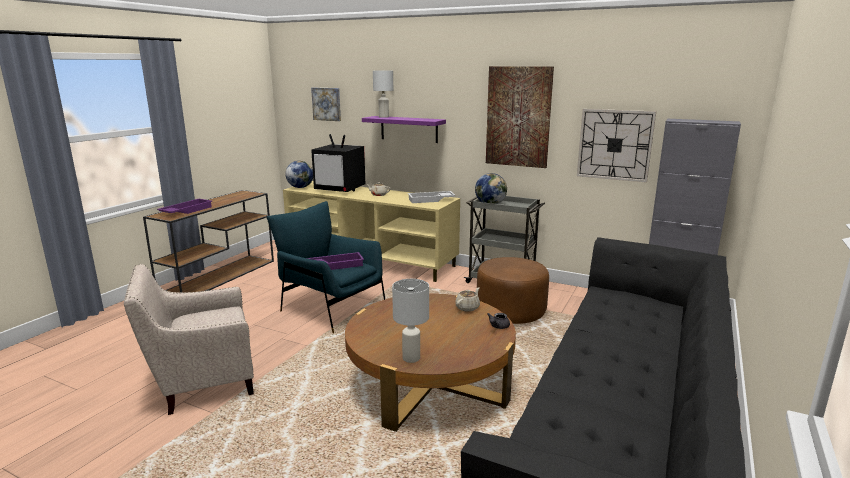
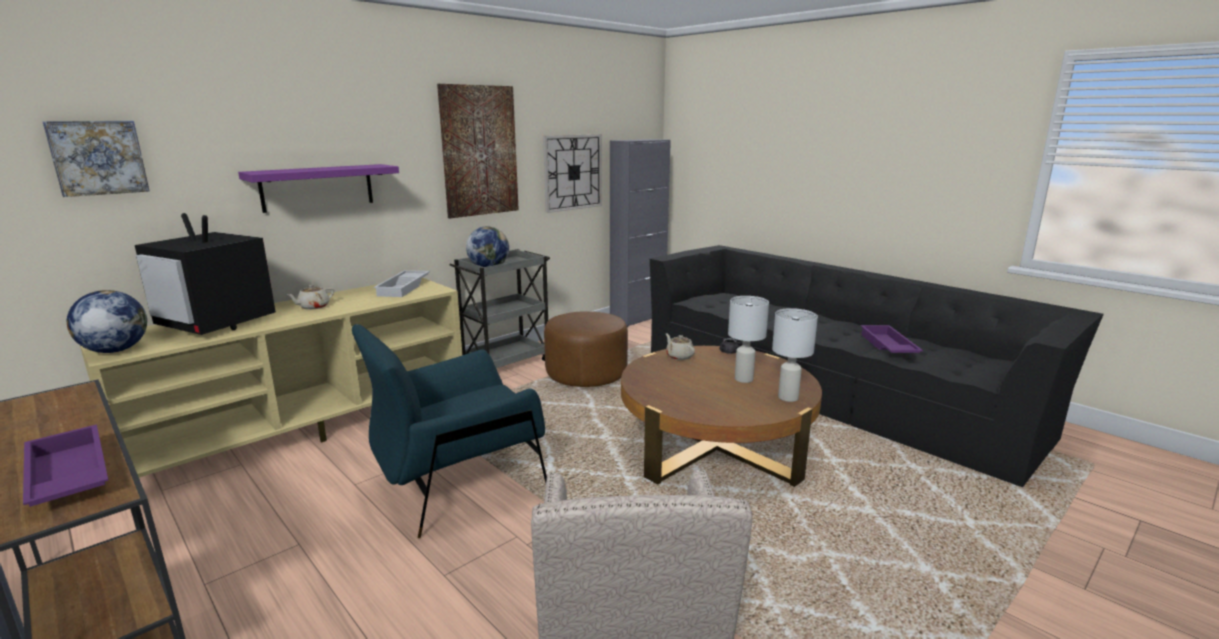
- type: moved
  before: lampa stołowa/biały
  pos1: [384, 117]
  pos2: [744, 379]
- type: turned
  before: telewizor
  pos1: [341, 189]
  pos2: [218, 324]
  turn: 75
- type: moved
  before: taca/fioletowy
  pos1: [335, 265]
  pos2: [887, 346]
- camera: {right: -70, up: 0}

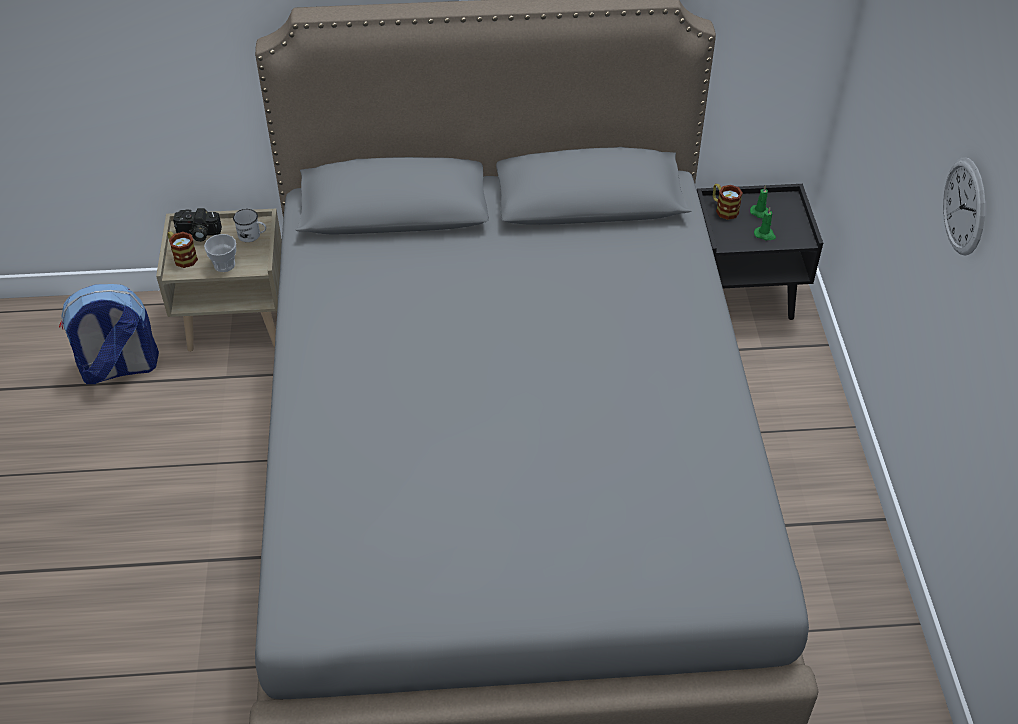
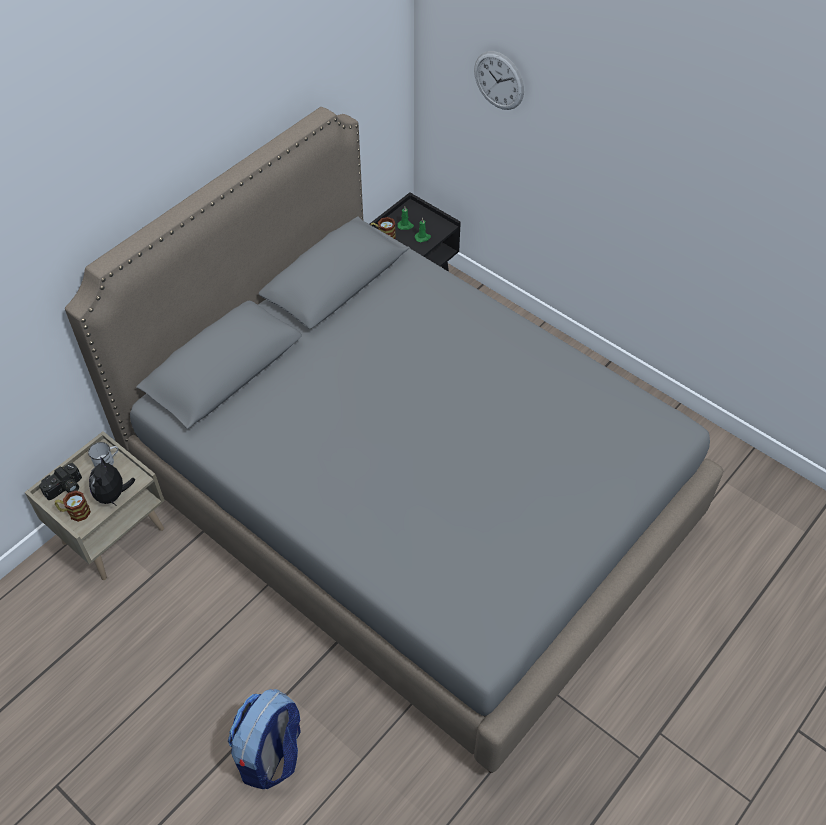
- type: moved
  before: zegar ścienny
  pos1: [964, 206]
  pos2: [499, 80]
- type: replaced
  before: filiżanka
  after: pluszak
  pos1: [224, 265]
  pos2: [113, 495]
- type: moved
  before: plecak
  pos1: [119, 368]
  pos2: [271, 755]
- camera: {right: -45, up: 5}

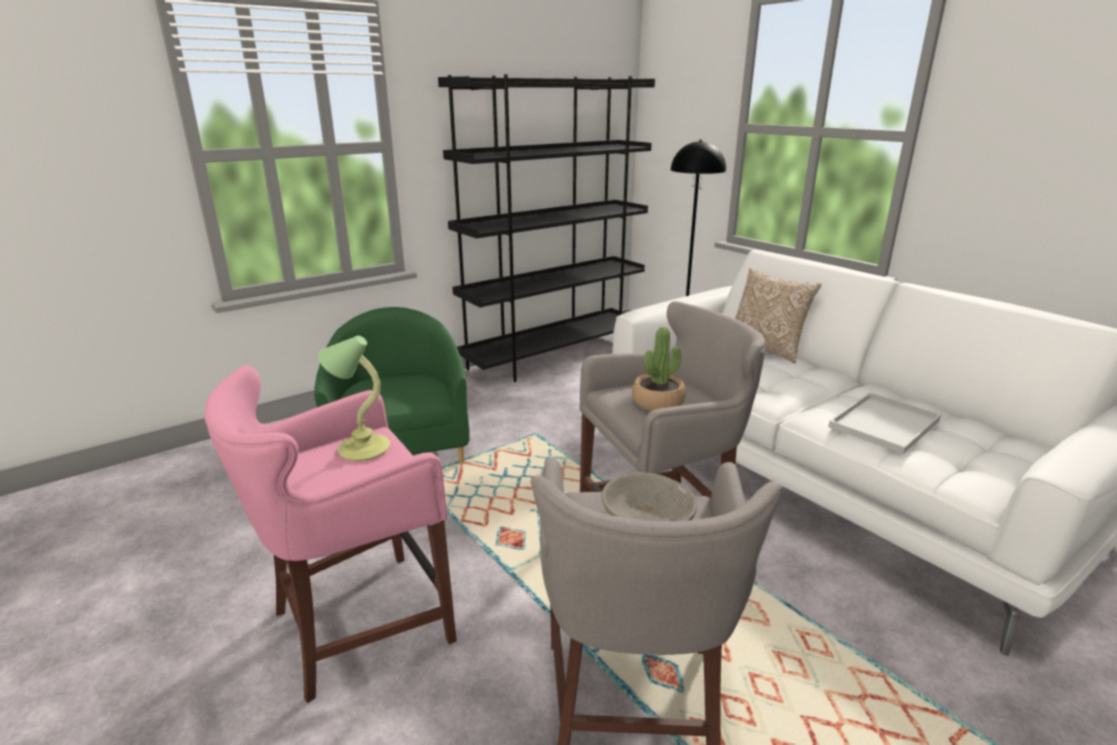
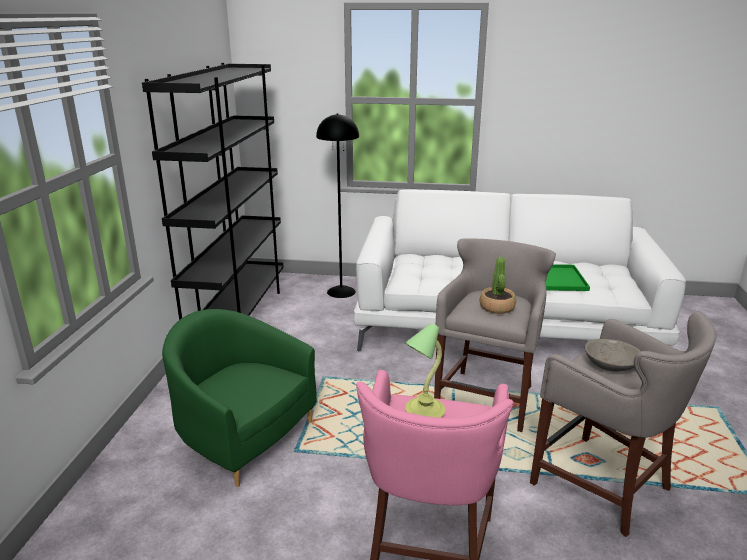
- type: removed
  before: poduszka
  pos1: [766, 348]
- type: recoloured
  before: taca/biały
  after: taca/zielony
  pos1: [884, 423]
  pos2: [558, 278]
- camera: {right: -45, up: 0}

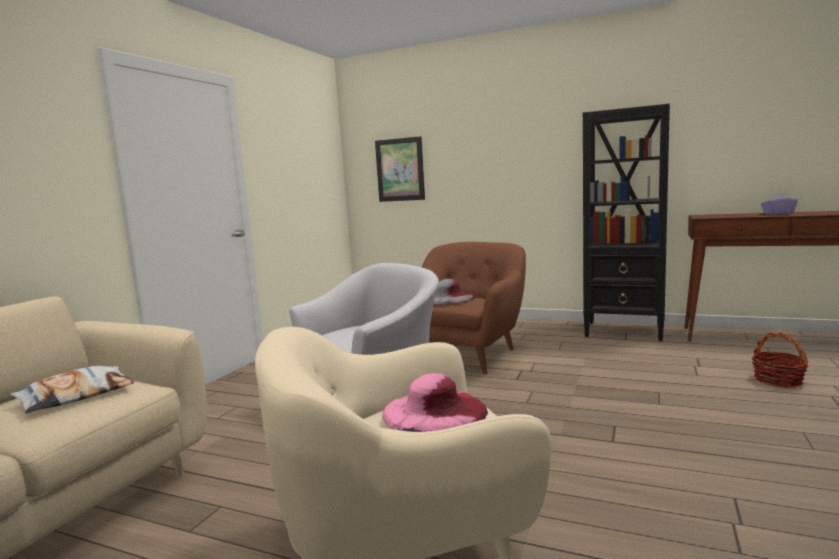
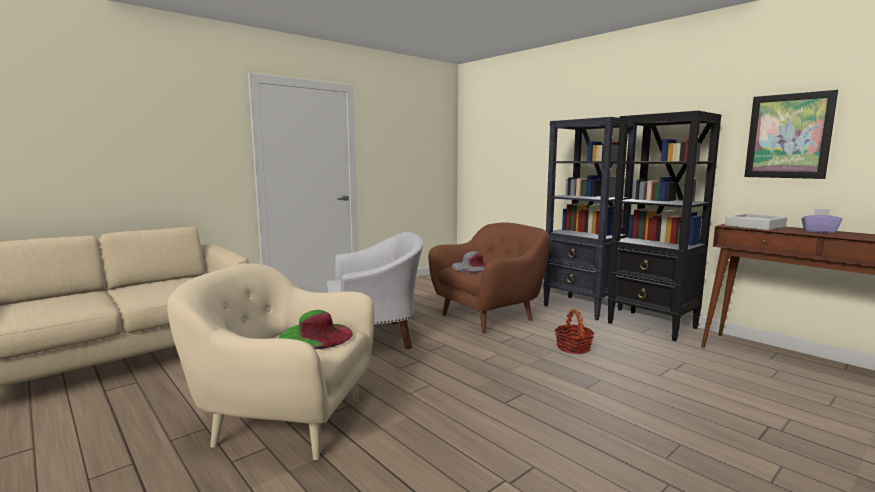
- type: moved
  before: obraz
  pos1: [400, 169]
  pos2: [788, 136]
- type: moved
  before: koszyk
  pos1: [778, 380]
  pos2: [573, 348]
- type: removed
  before: poduszka
  pos1: [76, 396]
- type: recoloured
  before: kapelusz/różowy
  after: kapelusz/zielony
  pos1: [434, 411]
  pos2: [316, 335]
- type: added
  after: regał/czarny
  pos2: [583, 308]
- type: added
  after: taca/szary
  pos2: [755, 226]
- camera: {right: 25, up: 0}

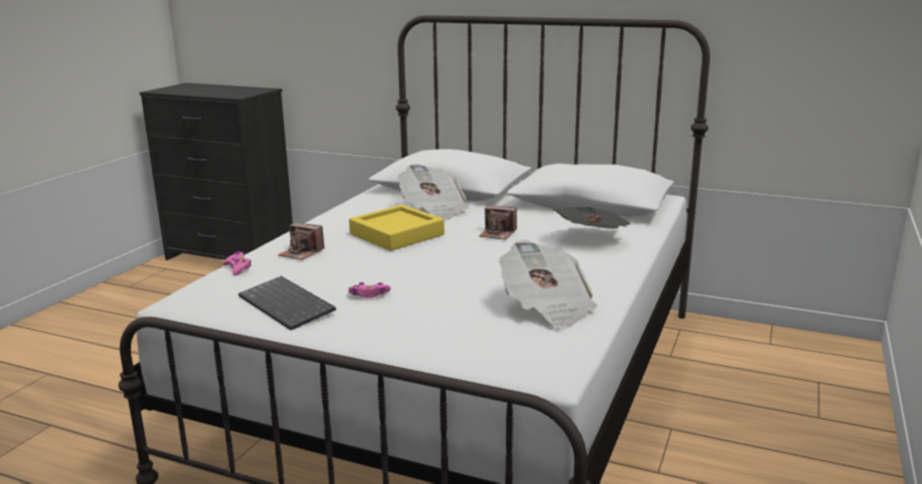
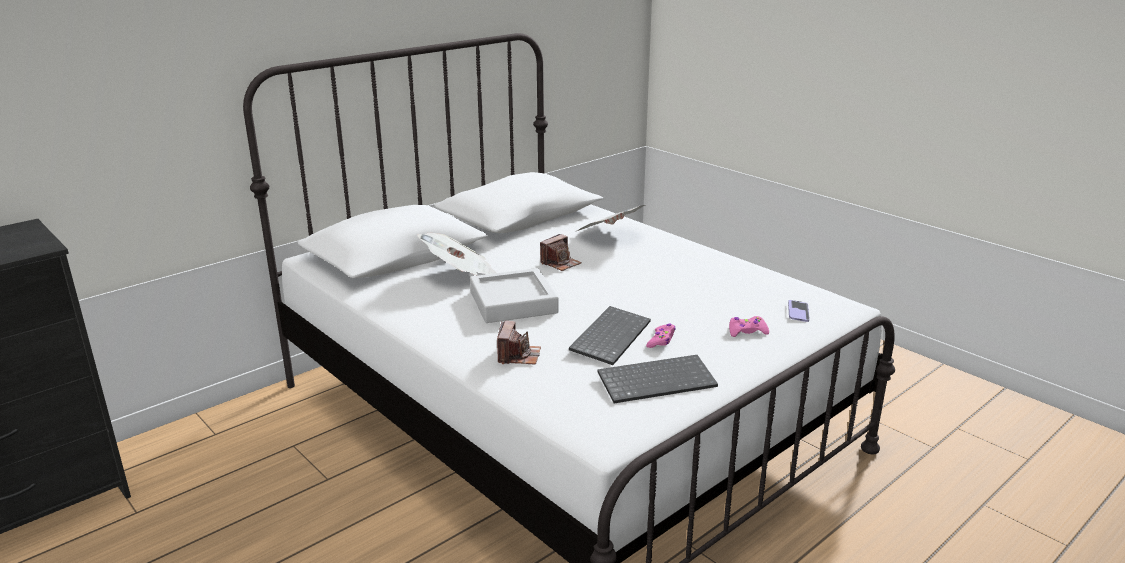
- type: recoloured
  before: taca/żółty
  after: taca/szary
  pos1: [397, 234]
  pos2: [513, 302]
- type: turned
  before: aparat fotograficzny
  pos1: [301, 253]
  pos2: [518, 356]
  turn: -45
- type: removed
  before: gazeta
  pos1: [547, 308]
- type: moved
  before: pad do gier/różowy
  pos1: [238, 268]
  pos2: [747, 331]
- type: added
  after: telefon
  pos2: [798, 312]
- type: added
  after: klawiatura
  pos2: [609, 336]
- camera: {right: -65, up: 5}

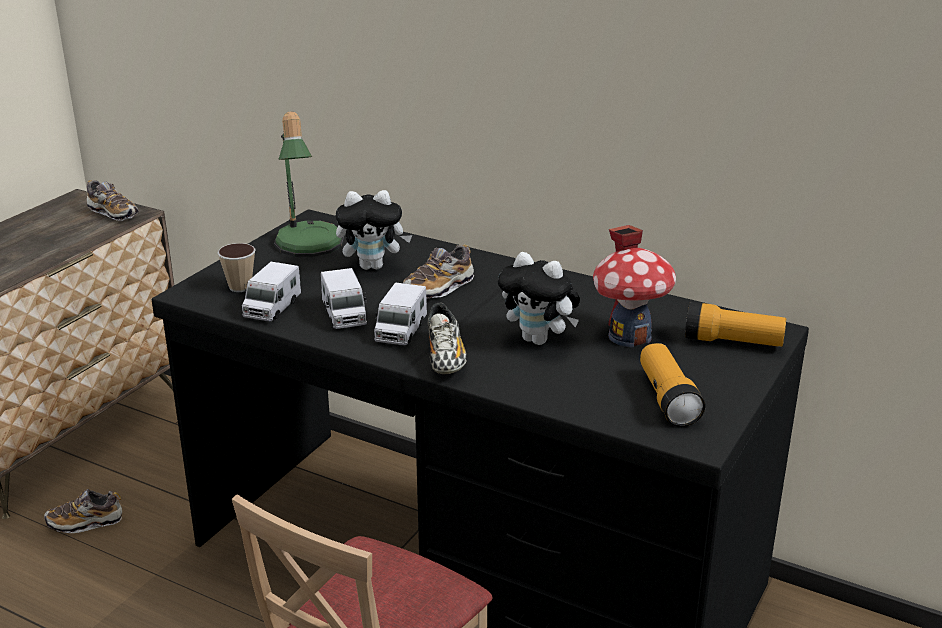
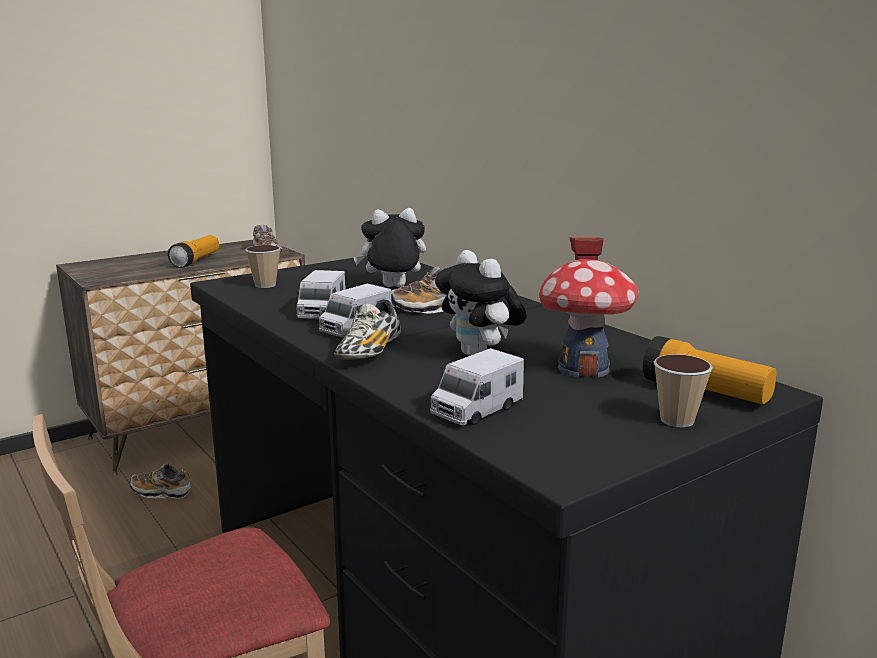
- type: removed
  before: lampa stołowa
  pos1: [307, 248]
- type: turned
  before: pluszak
  pos1: [373, 266]
  pos2: [392, 288]
  turn: 150
- type: moved
  before: ciężarówka zabawkowa
  pos1: [272, 308]
  pos2: [476, 410]
- type: moved
  before: latarka
  pos1: [667, 399]
  pos2: [196, 261]
- type: added
  after: filiżanka
  pos2: [677, 420]
- camera: {right: 25, up: -10}

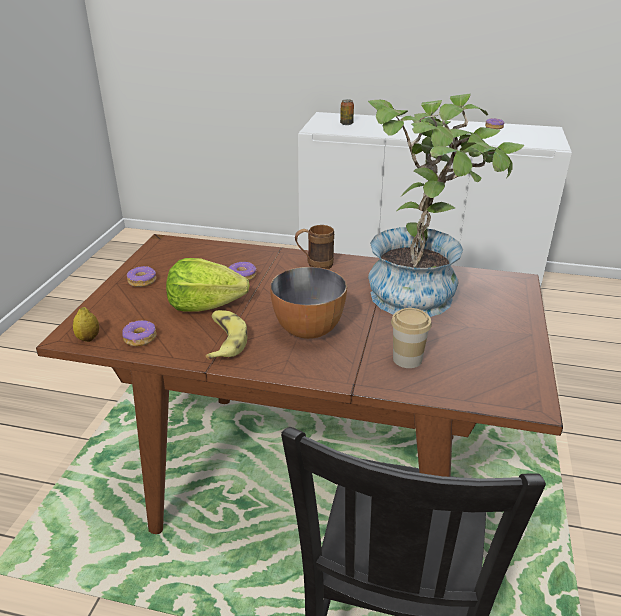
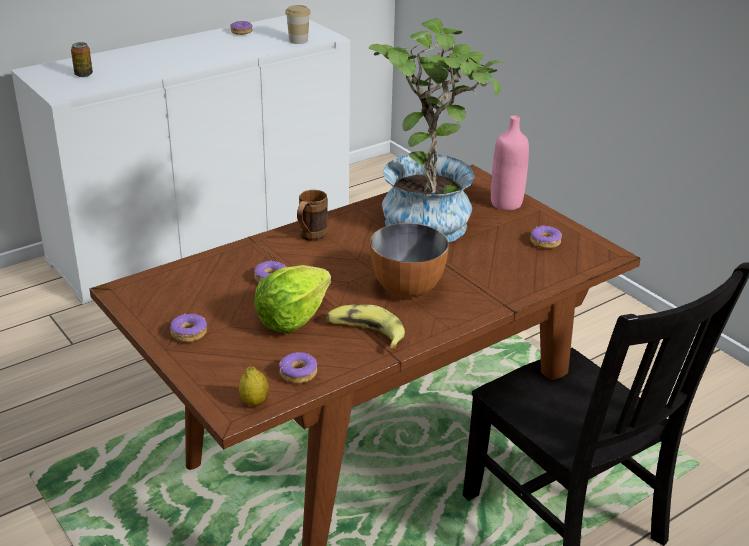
- type: moved
  before: filiżanka
  pos1: [407, 359]
  pos2: [298, 40]
- type: added
  after: butelka/różowy
  pos2: [506, 203]
- type: added
  after: donut
  pos2: [545, 242]
- camera: {right: -50, up: 0}

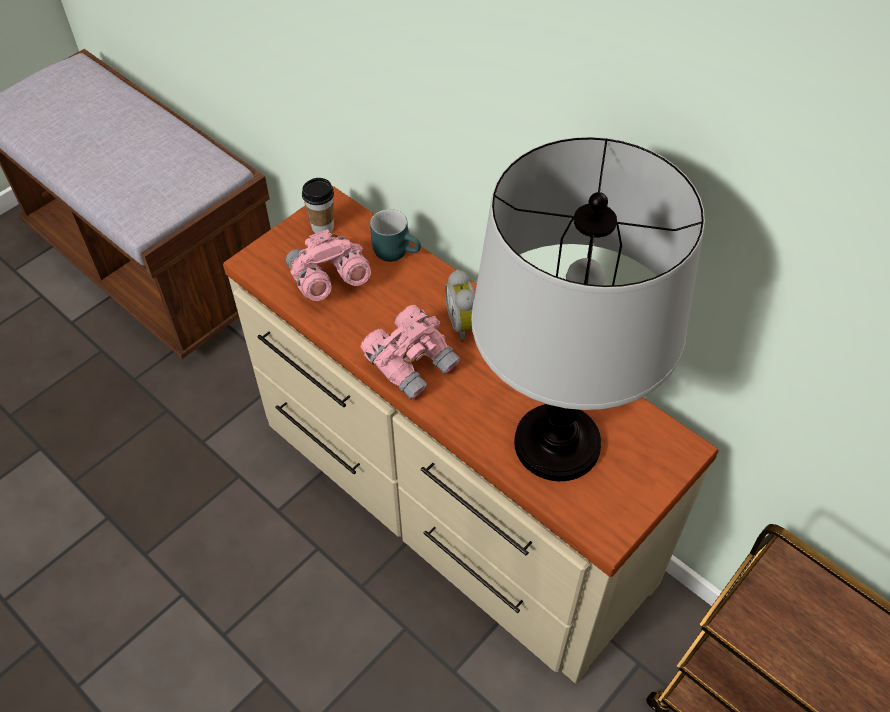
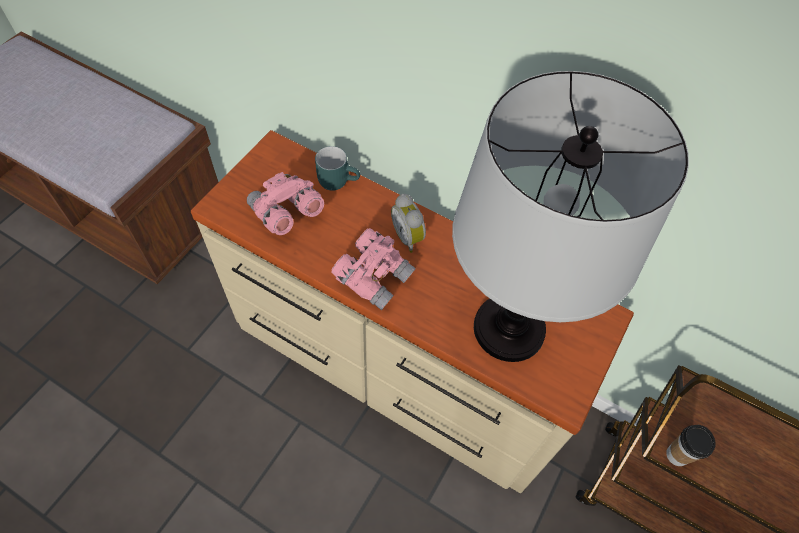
- type: moved
  before: filiżanka
  pos1: [322, 227]
  pos2: [677, 455]
- camera: {right: -15, up: 5}

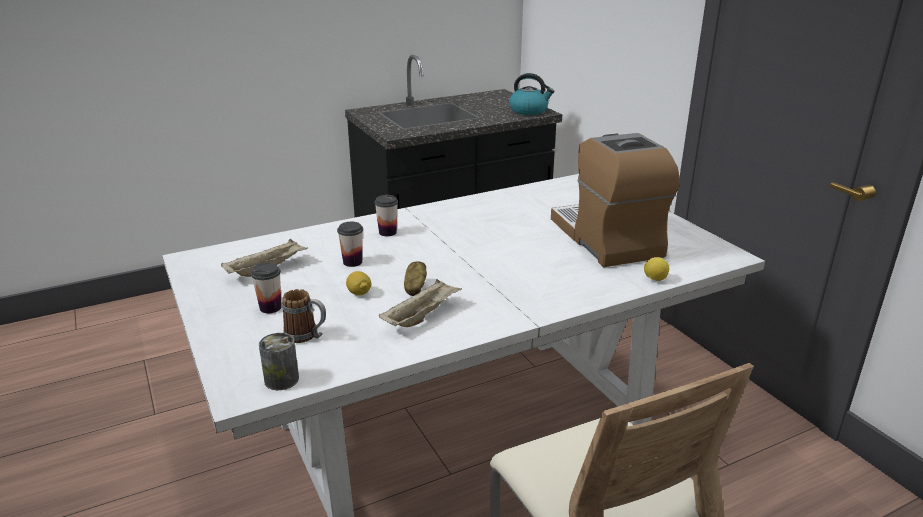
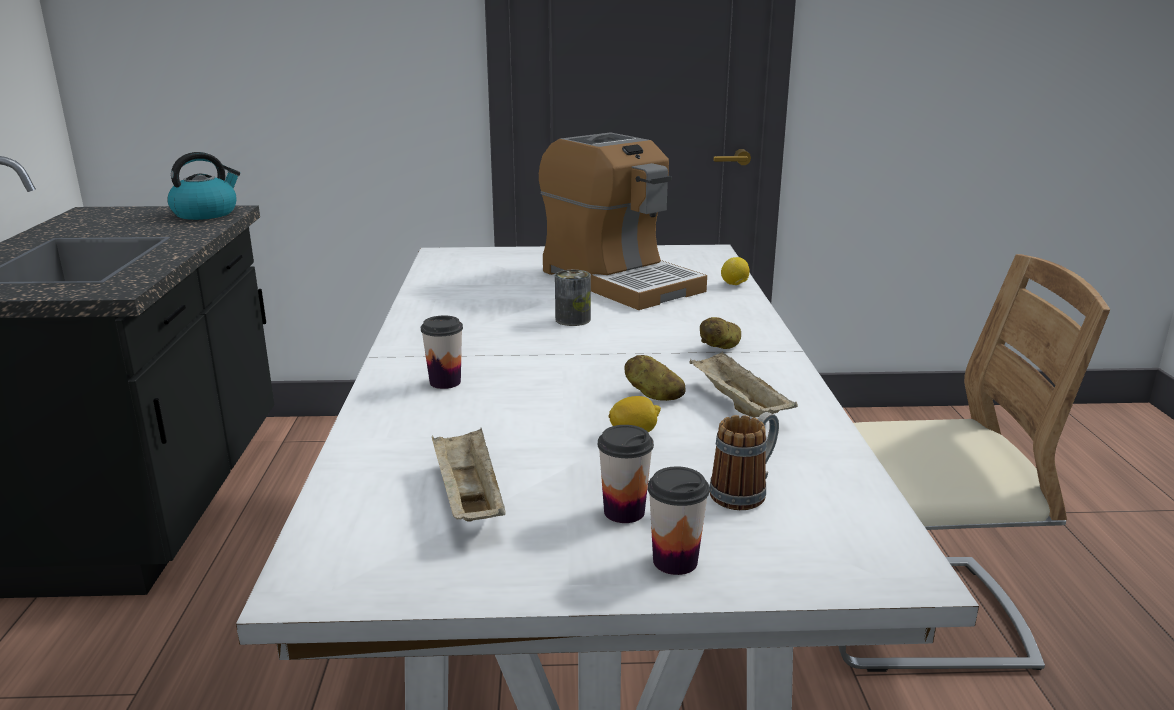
- type: turned
  before: ekspres do kawy
  pos1: [606, 239]
  pos2: [619, 280]
  turn: -135
- type: moved
  before: filiżanka
  pos1: [352, 262]
  pos2: [675, 561]
- type: moved
  before: puszka
  pos1: [281, 379]
  pos2: [573, 319]
- type: added
  after: ziemniak
  pos2: [721, 347]
- camera: {right: -65, up: -5}

